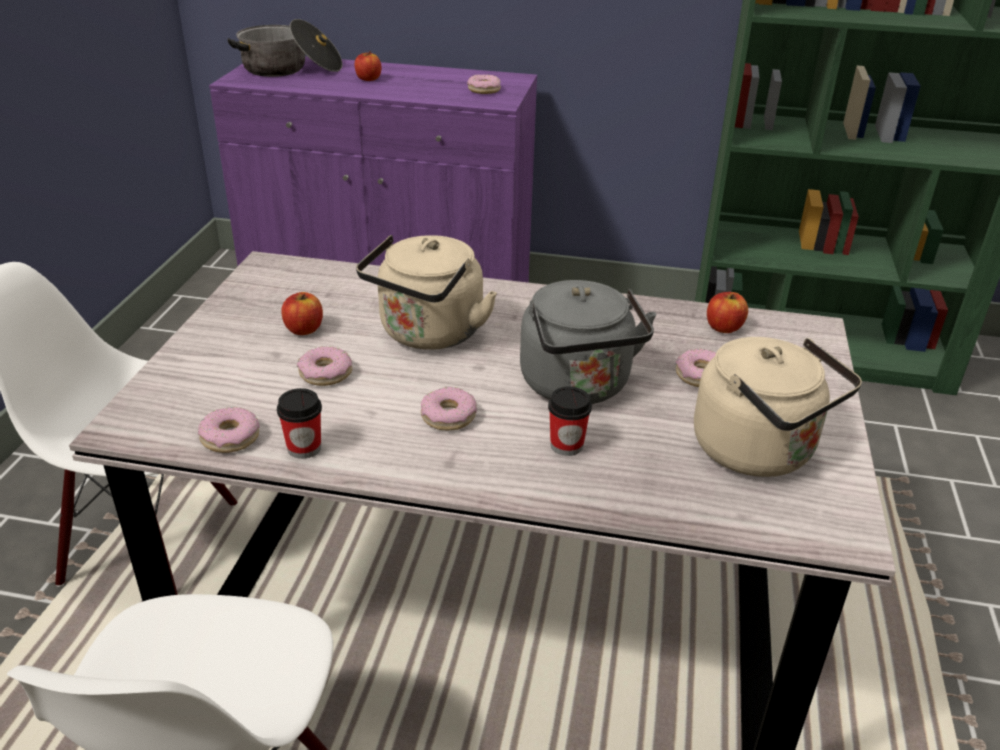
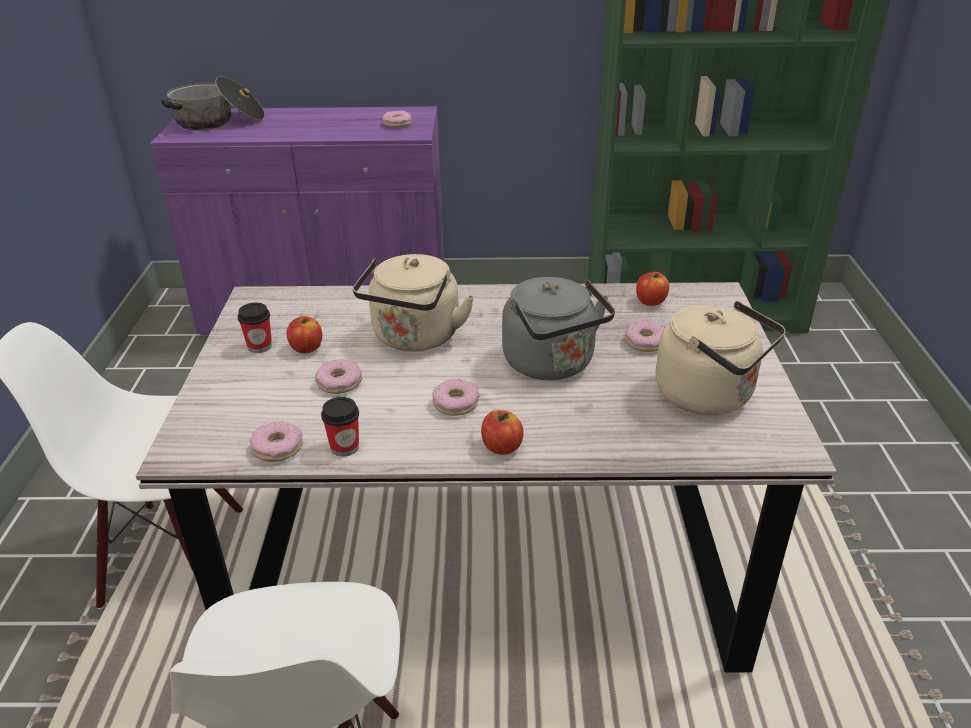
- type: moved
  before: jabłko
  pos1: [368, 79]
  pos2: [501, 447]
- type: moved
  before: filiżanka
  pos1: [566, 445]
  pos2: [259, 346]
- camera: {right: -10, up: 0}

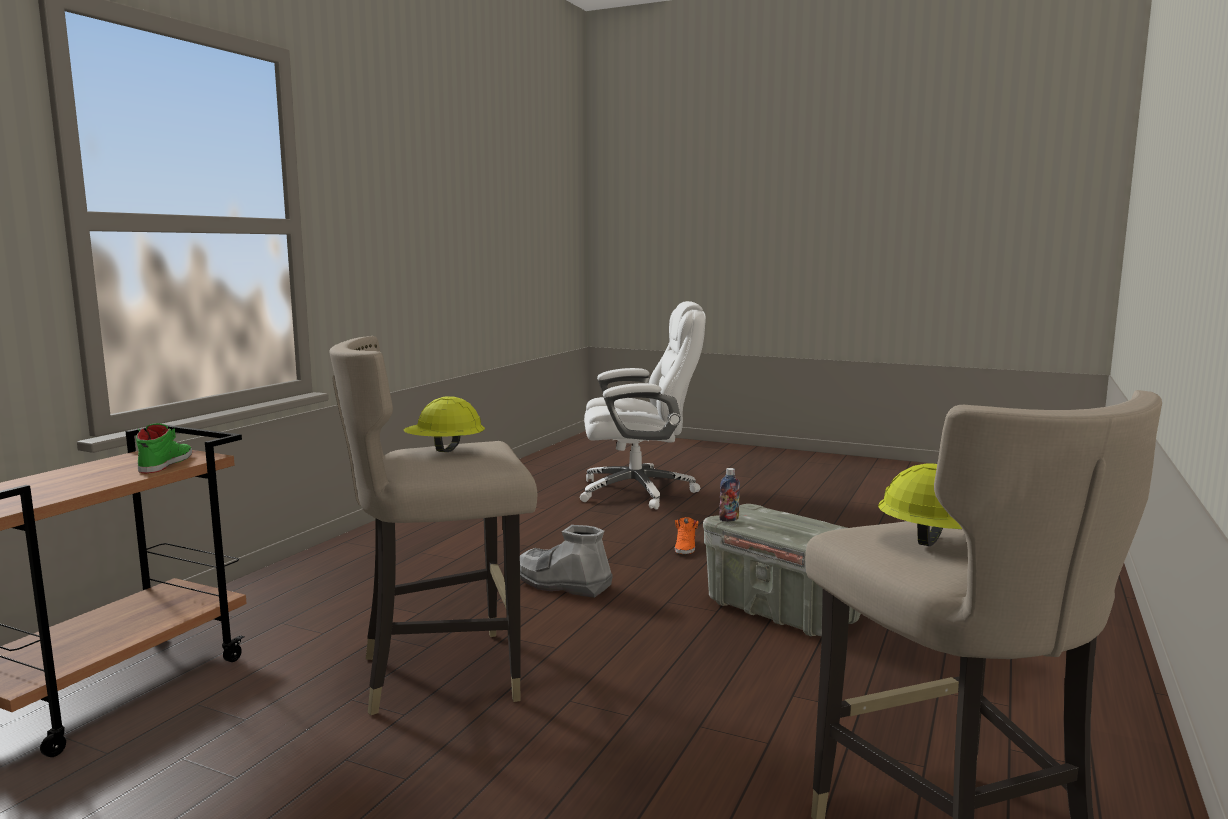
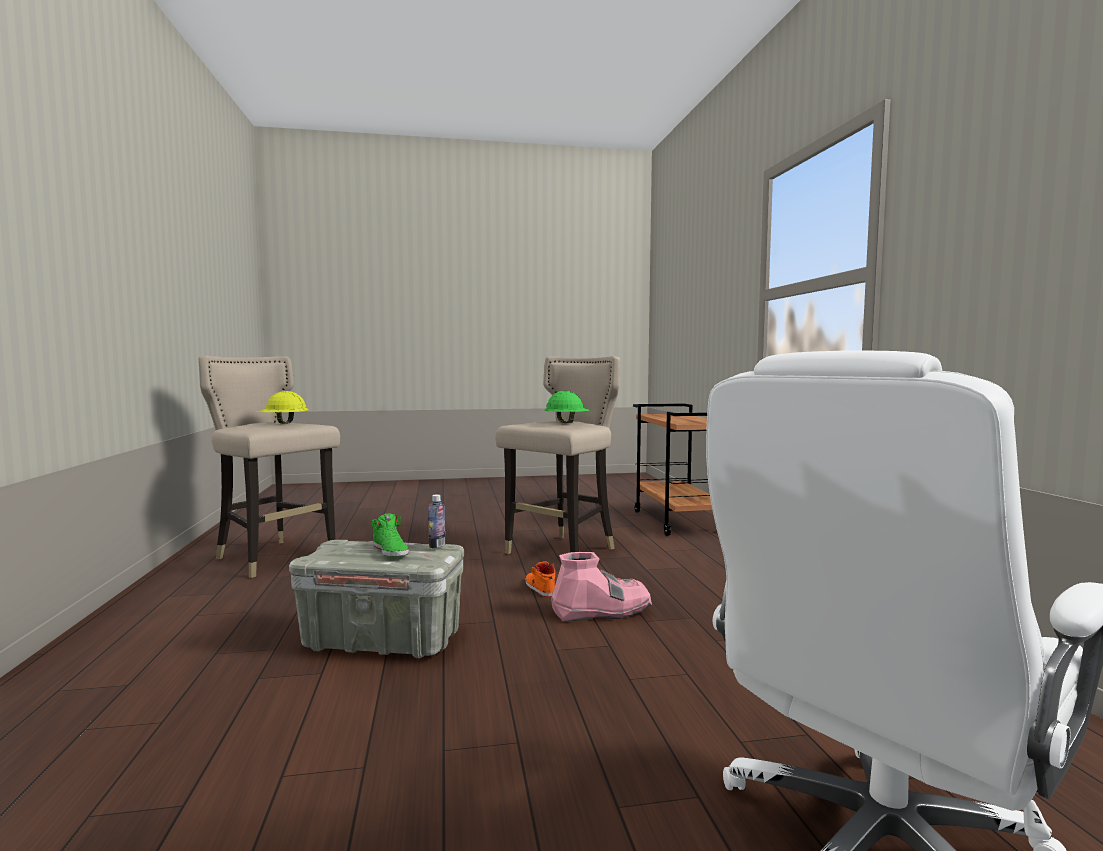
- type: recoloured
  before: kask/żółty
  after: kask/zielony
  pos1: [444, 450]
  pos2: [567, 423]
- type: moved
  before: but/zielony
  pos1: [165, 463]
  pos2: [390, 550]
- type: moved
  before: but/pomarańczowy
  pos1: [685, 547]
  pos2: [539, 588]
- type: recoloured
  before: but z cholewką/szary
  after: but z cholewką/różowy
  pos1: [562, 584]
  pos2: [601, 611]
- camera: {right: 145, up: -5}

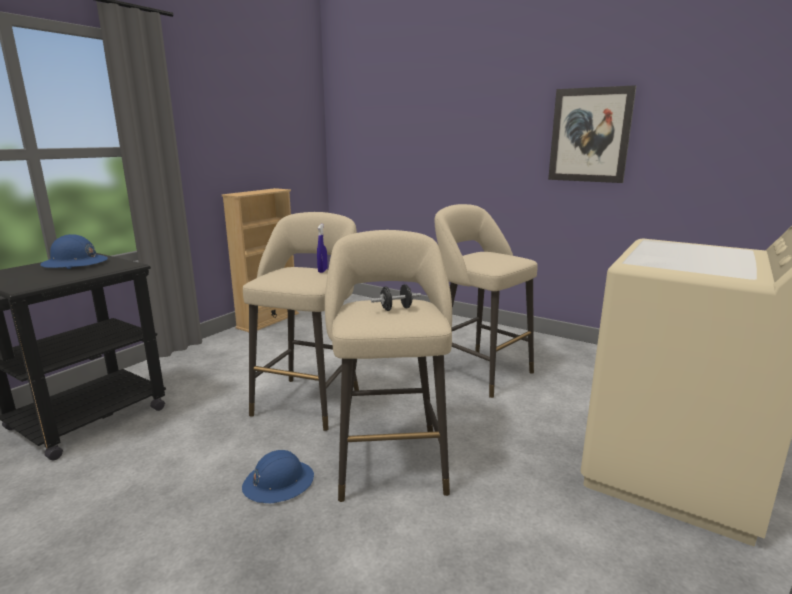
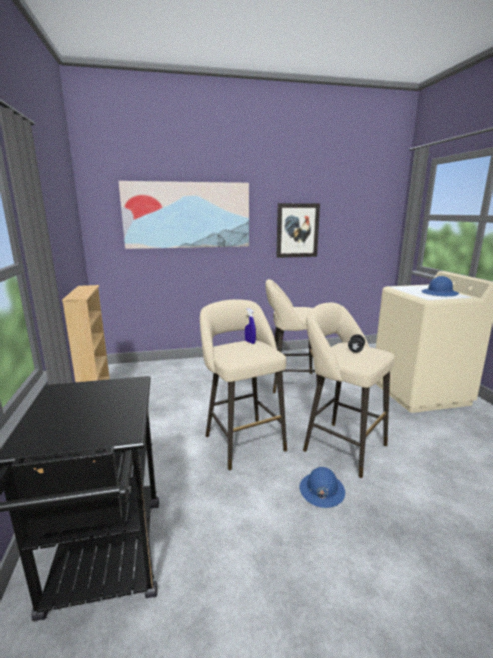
- type: moved
  before: kask/niebieski
  pos1: [75, 263]
  pos2: [439, 293]
- type: added
  after: obraz
  pos2: [187, 215]
- camera: {right: -45, up: 0}

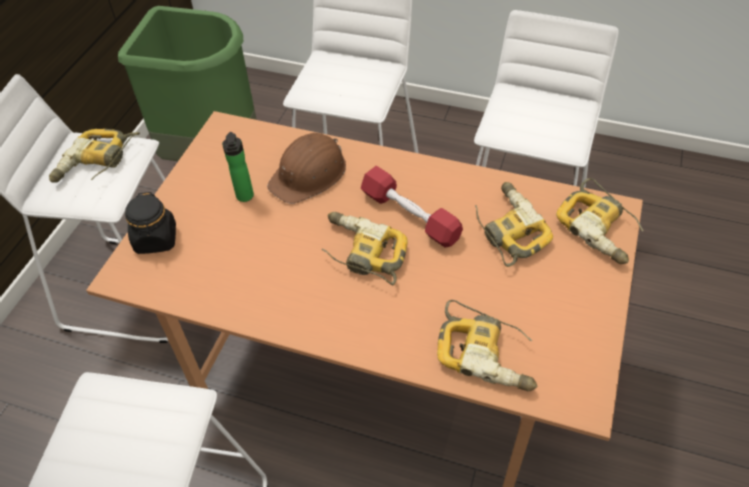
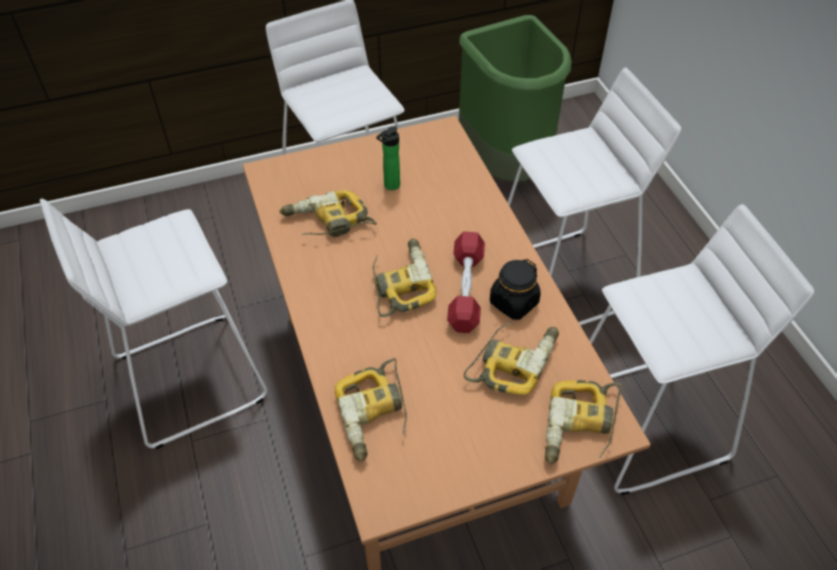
- type: moved
  before: wiertarka
  pos1: [97, 163]
  pos2: [328, 223]
- type: removed
  before: kask/brązowy
  pos1: [309, 174]
- type: moved
  before: słoik/czarny
  pos1: [156, 239]
  pos2: [513, 303]
- camera: {right: 50, up: 0}

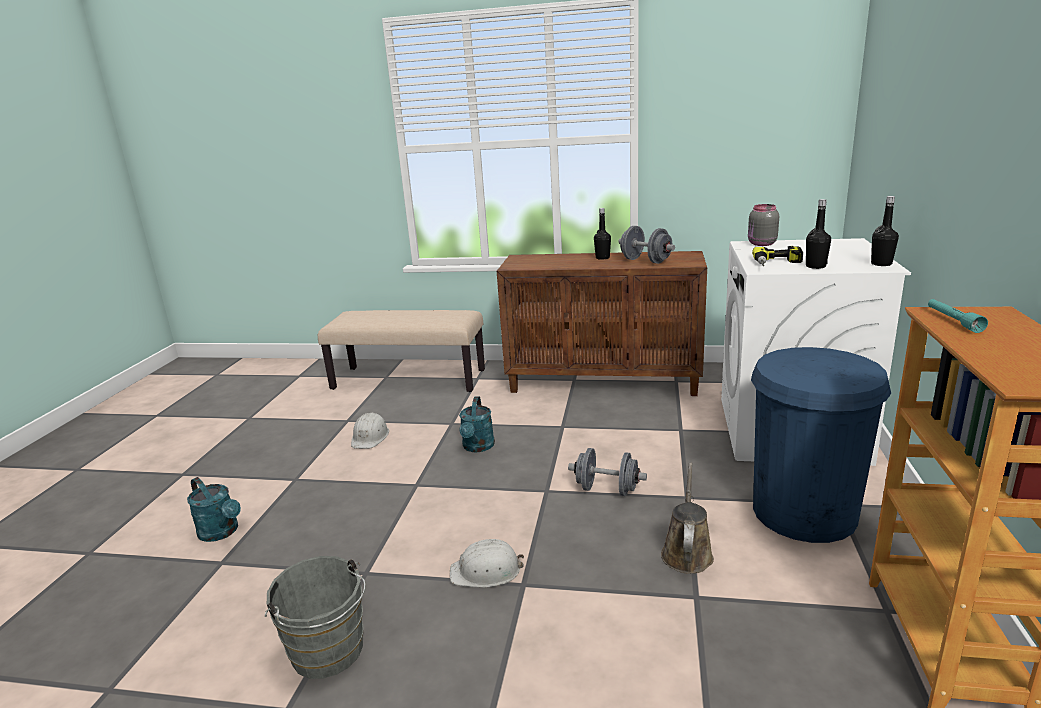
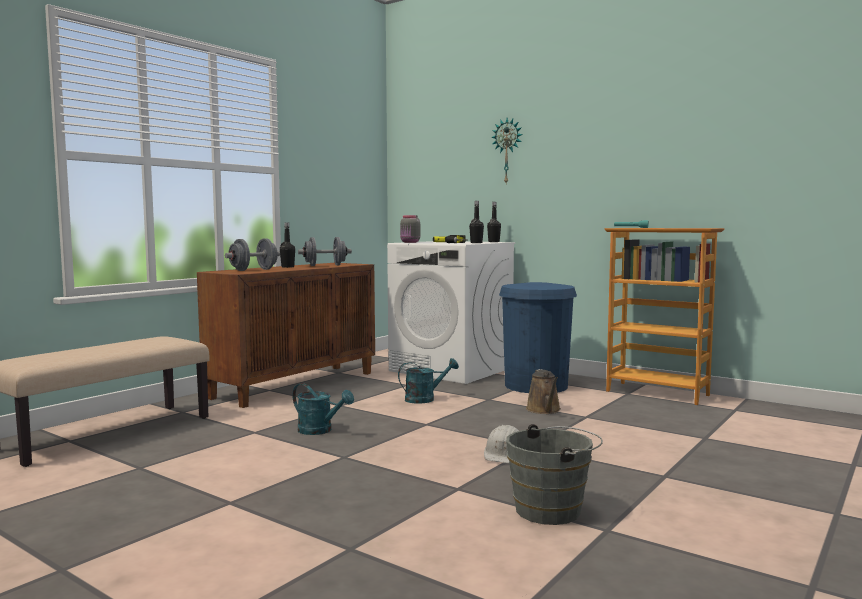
- type: removed
  before: kask/biały
  pos1: [370, 437]
- type: moved
  before: hantel/szary
  pos1: [607, 489]
  pos2: [253, 270]
- type: turned
  before: konewka/brązowy
  pos1: [687, 552]
  pos2: [544, 410]
  turn: -135
- type: moved
  before: konewka/turkusowy
  pos1: [222, 532]
  pos2: [425, 399]
- type: added
  after: zegar ścienny
  pos2: [508, 151]
- camera: {right: -65, up: -15}

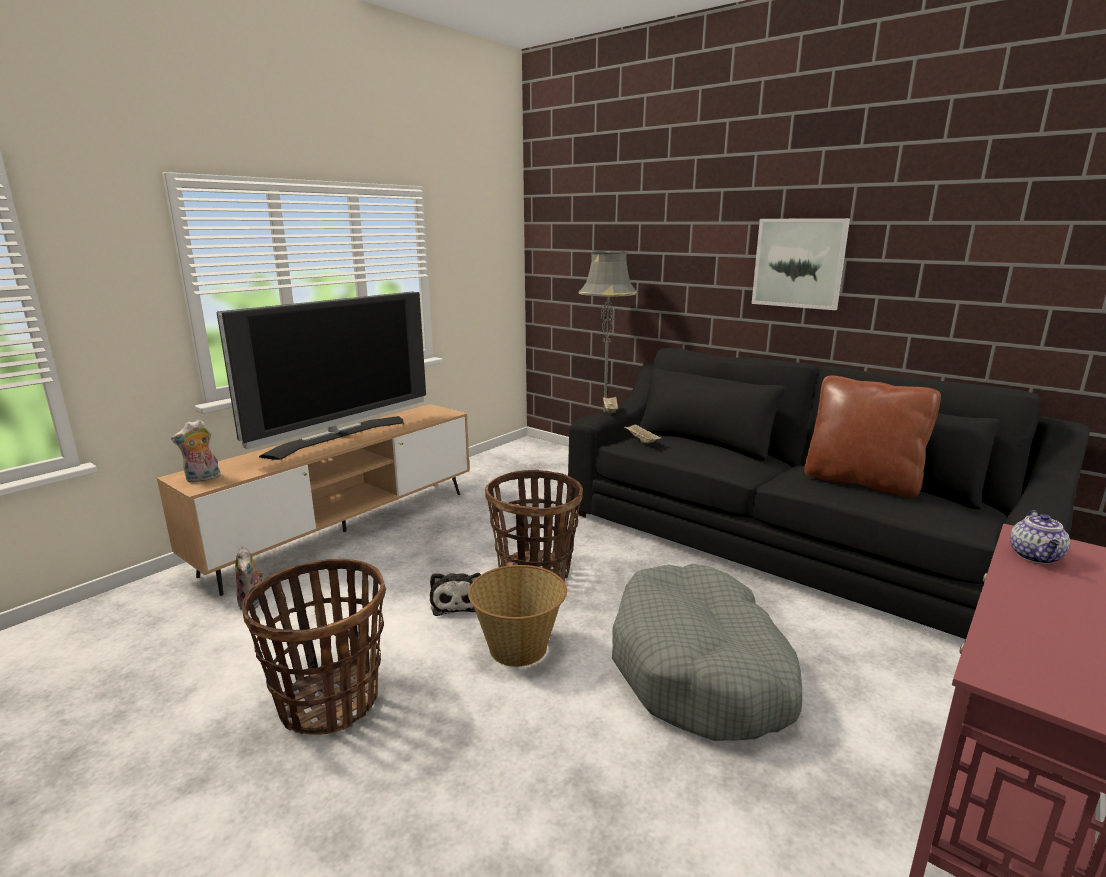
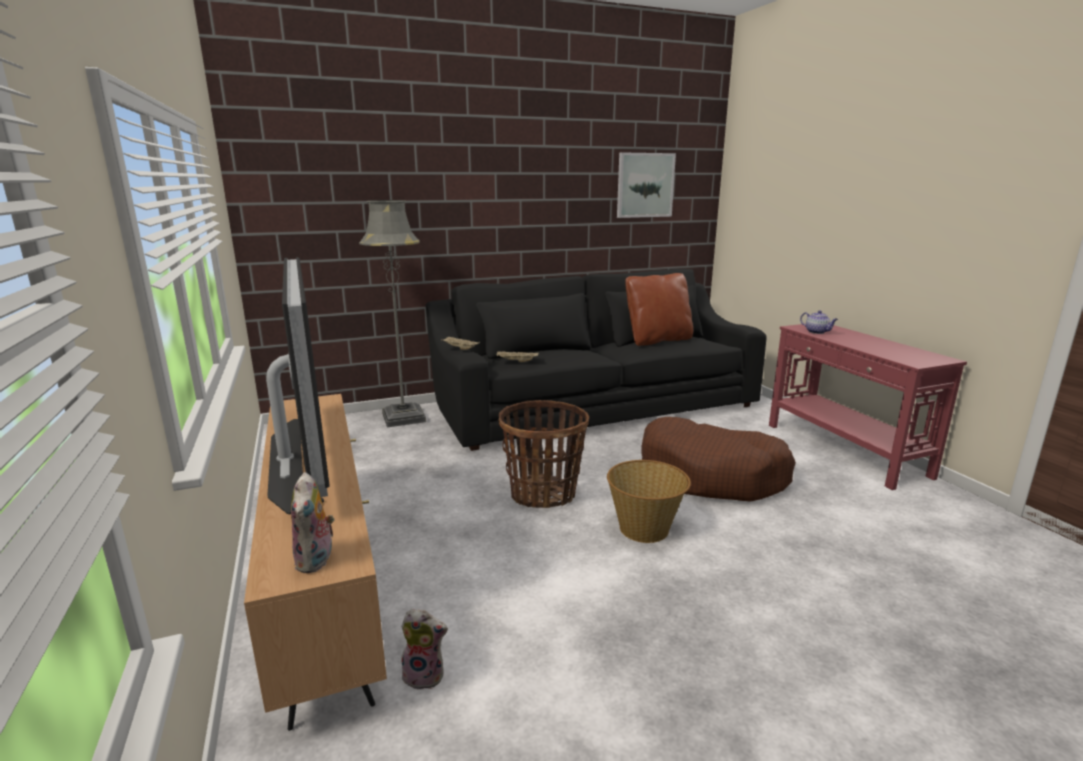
- type: moved
  before: obraz
  pos1: [799, 263]
  pos2: [645, 185]
- type: removed
  before: koszyk
  pos1: [329, 701]
- type: recoloured
  before: legowisko/szary
  after: legowisko/brązowy
  pos1: [701, 670]
  pos2: [711, 475]
- type: removed
  before: pluszak
  pos1: [456, 602]
- camera: {right: -60, up: 0}

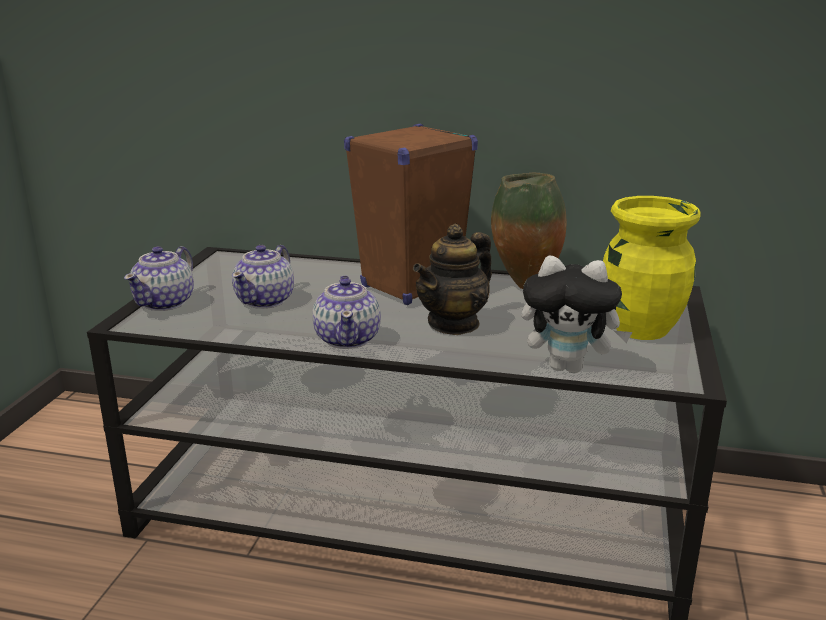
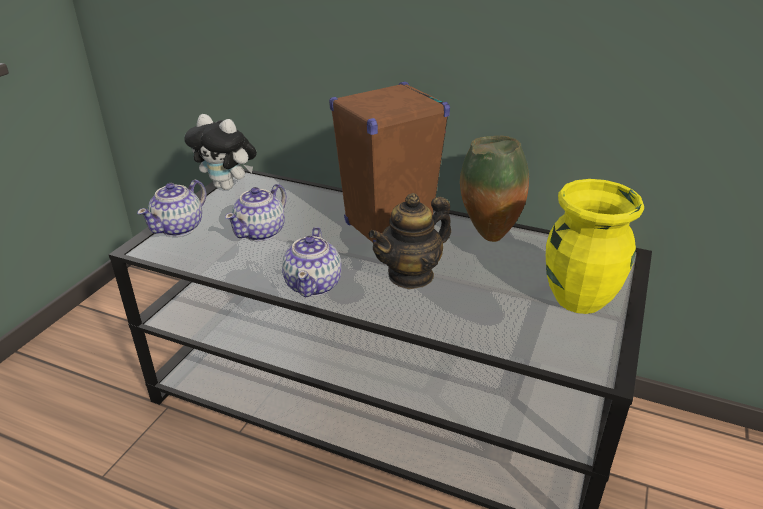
- type: moved
  before: pluszak
  pos1: [569, 367]
  pos2: [228, 186]
- camera: {right: 10, up: 10}

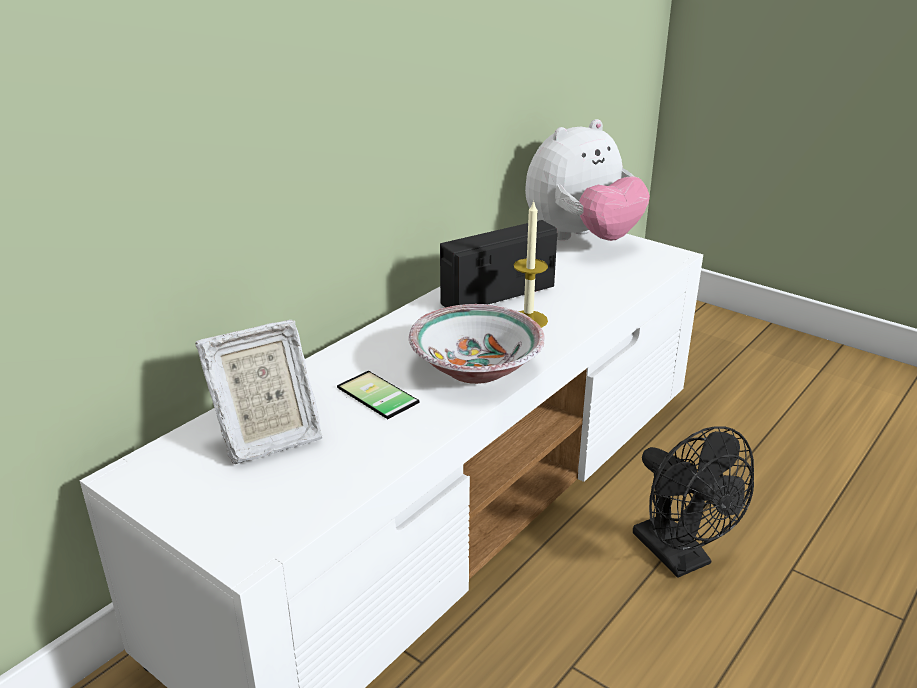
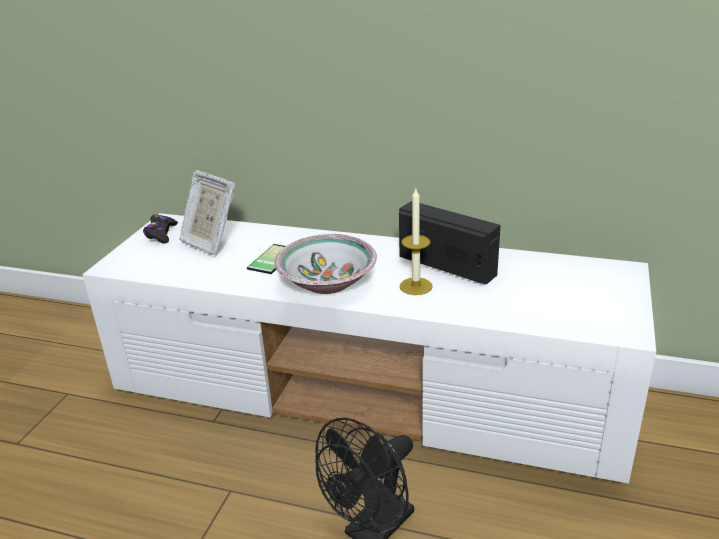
- type: removed
  before: pluszak
  pos1: [582, 239]
- type: added
  after: pad do gier/czarny
  pos2: [161, 234]
- camera: {right: 70, up: 0}

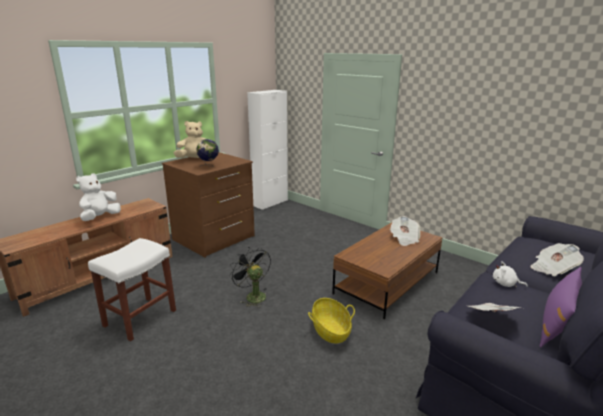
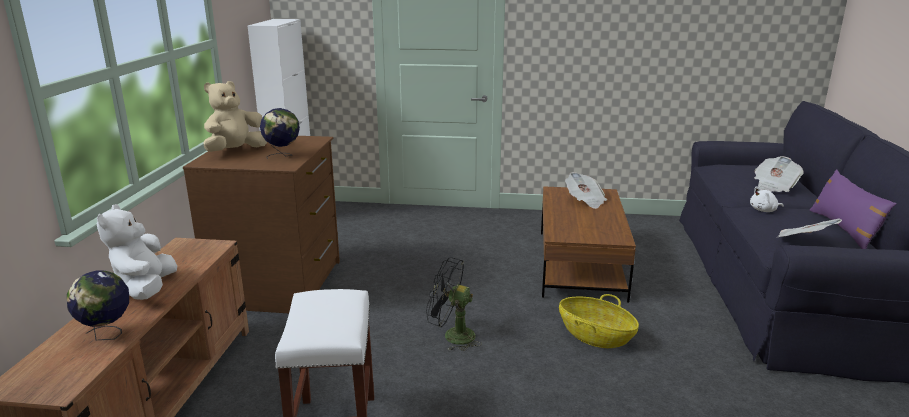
- type: added
  after: globus
  pos2: [107, 335]
- camera: {right: -35, up: 0}

